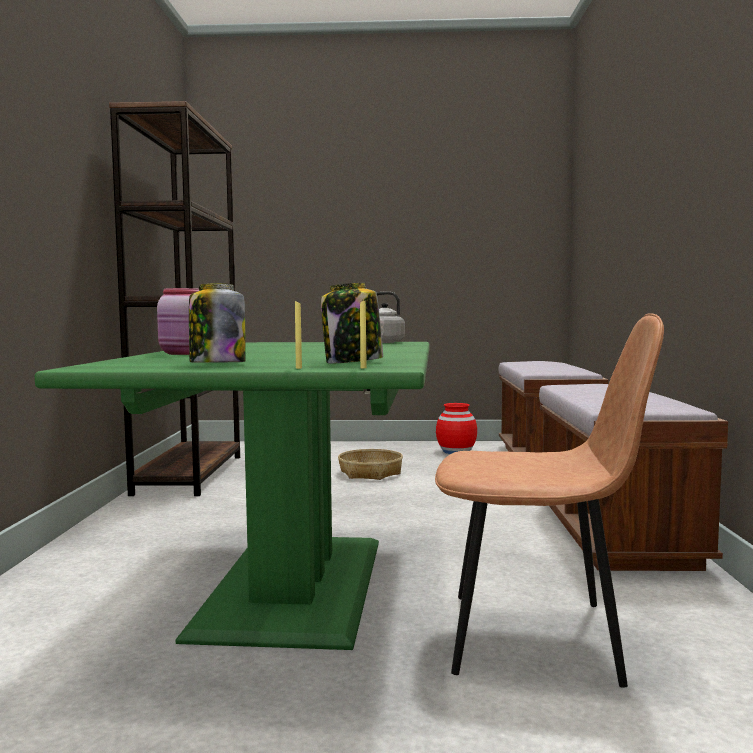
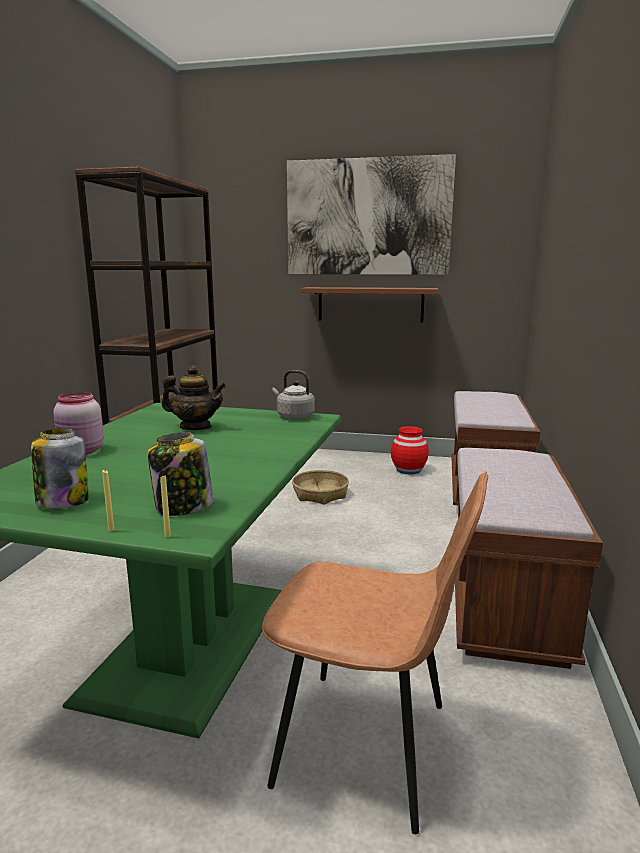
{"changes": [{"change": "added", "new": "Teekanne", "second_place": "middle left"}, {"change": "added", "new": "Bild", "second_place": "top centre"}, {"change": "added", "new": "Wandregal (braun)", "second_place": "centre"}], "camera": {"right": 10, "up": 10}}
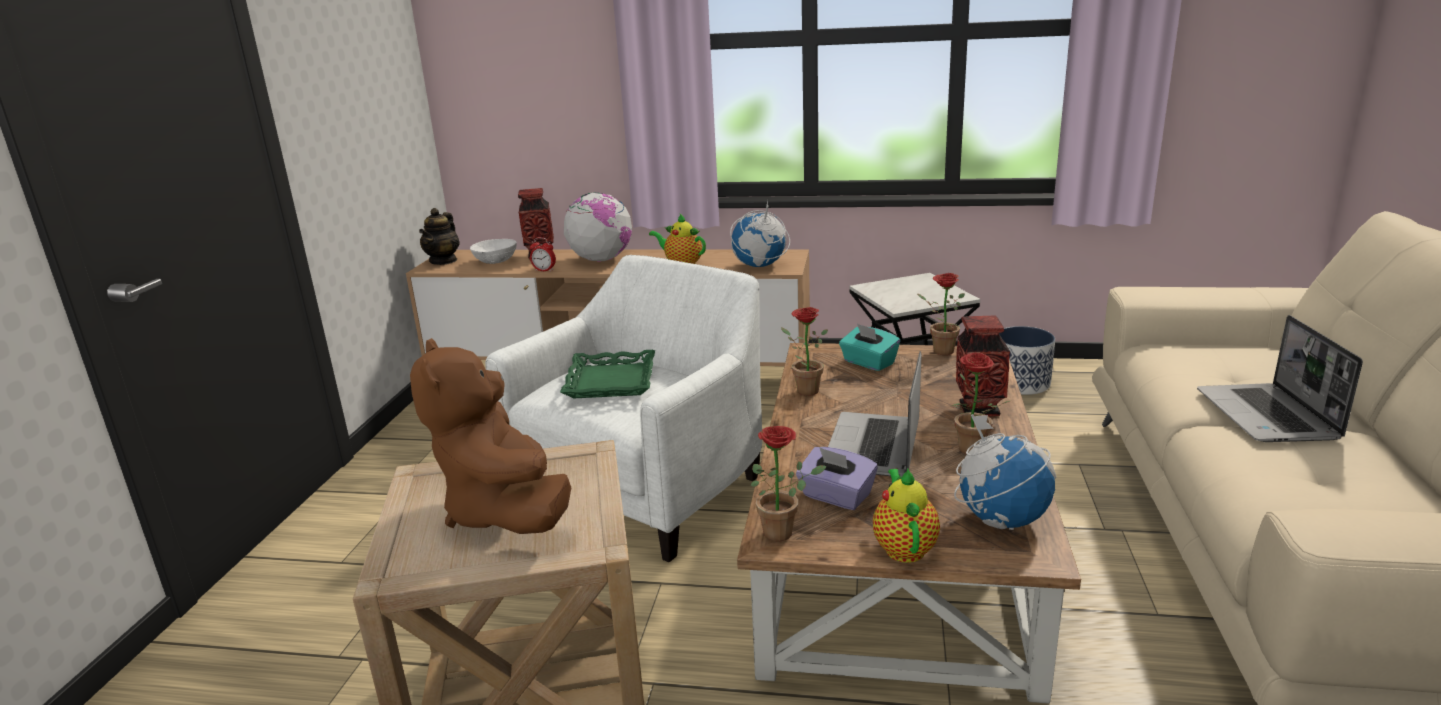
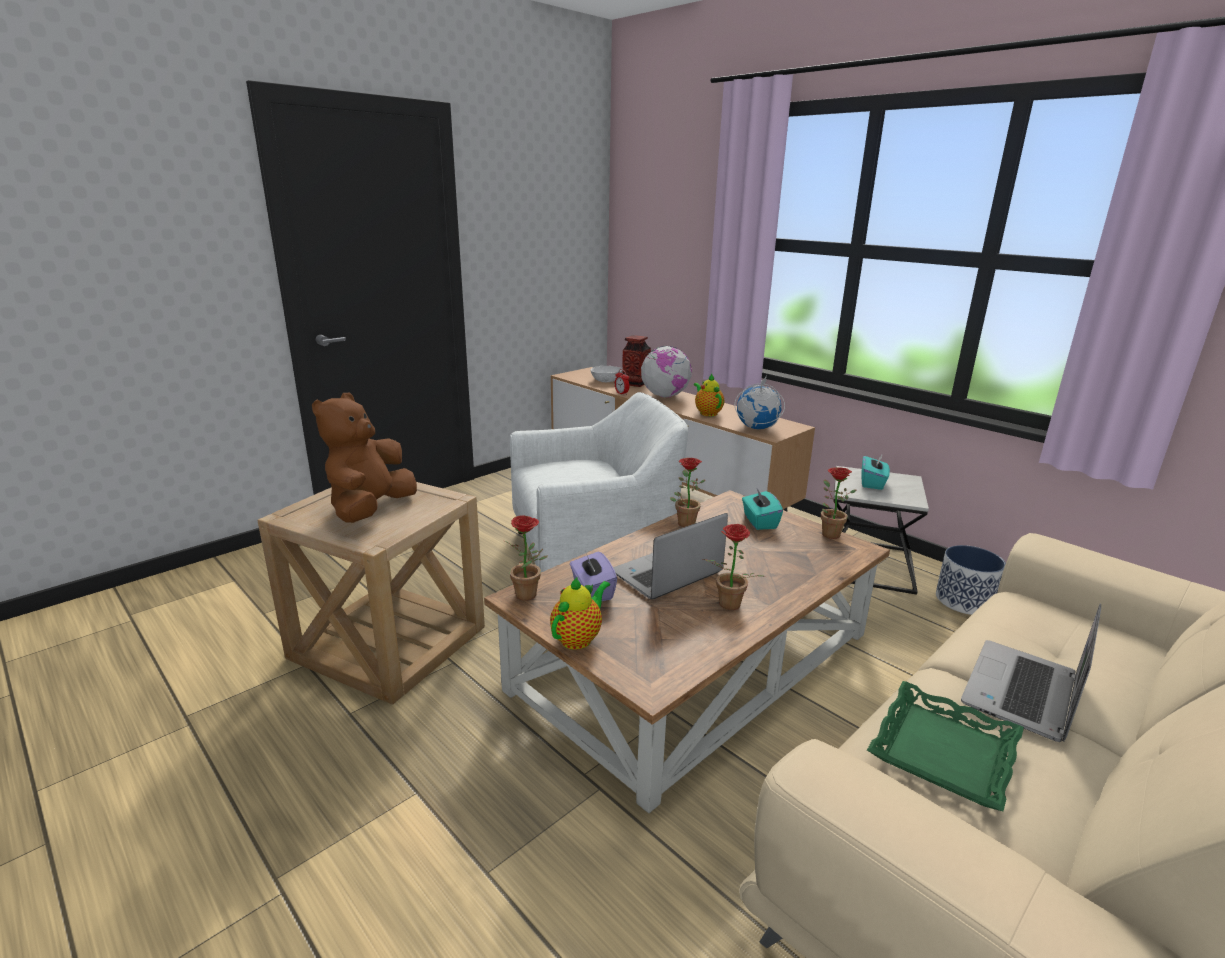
{"changes": [{"change": "added", "new": "Taschentuchbox (türkis) (2nd from left)", "second_place": "middle right"}, {"change": "moved", "old": "Tablett (grün)", "first_place": "centre", "second_place": "bottom right"}, {"change": "removed", "old": "Teekanne (1st from left)", "first_place": "middle left"}, {"change": "removed", "old": "Globus (3rd from left)", "first_place": "bottom right"}, {"change": "removed", "old": "Vase (2nd from left)", "first_place": "middle right"}], "camera": {"right": 35, "up": 0}}
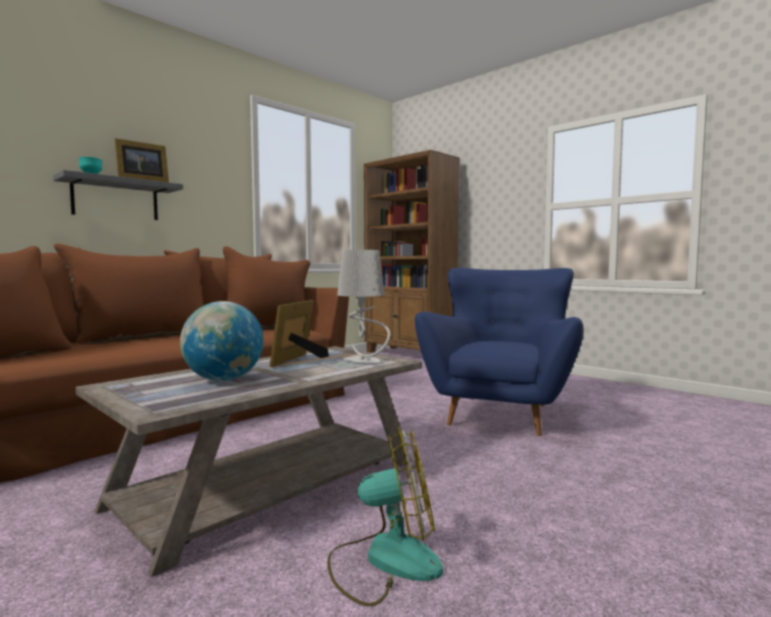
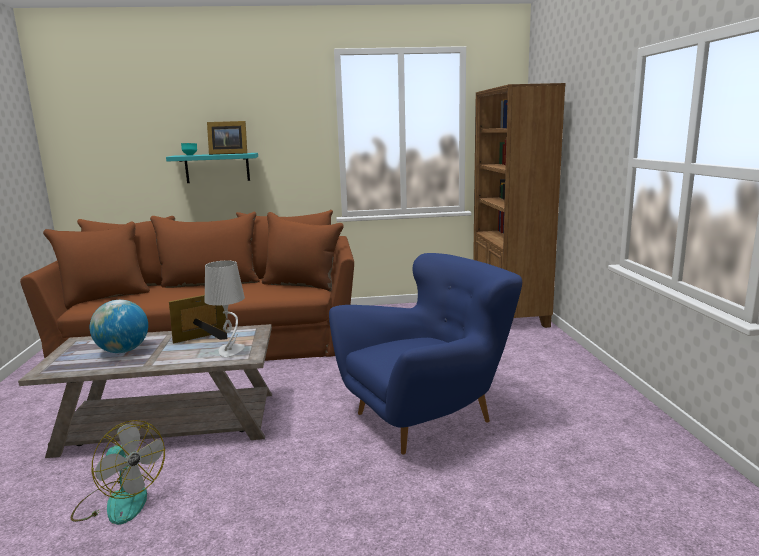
{"changes": [{"change": "recoloured", "old": "Wandregal (grau)", "new": "Wandregal (türkis)", "first_place": "top left", "second_place": "top left"}], "camera": {"right": 40, "up": 10}}
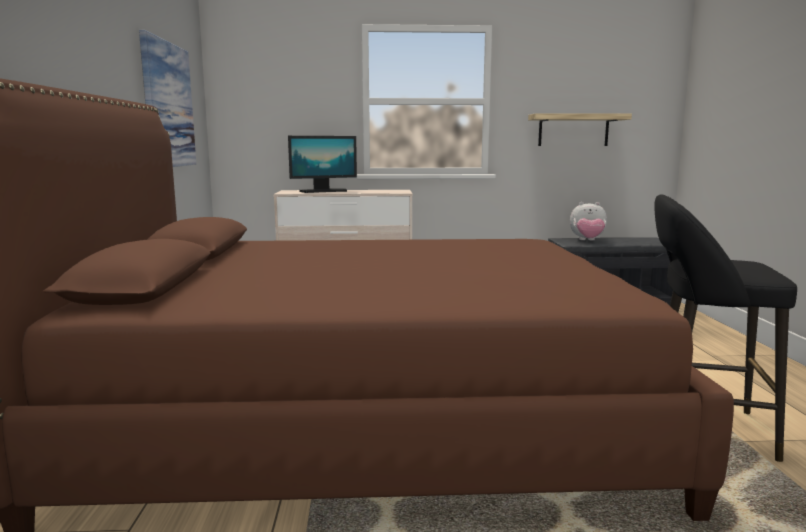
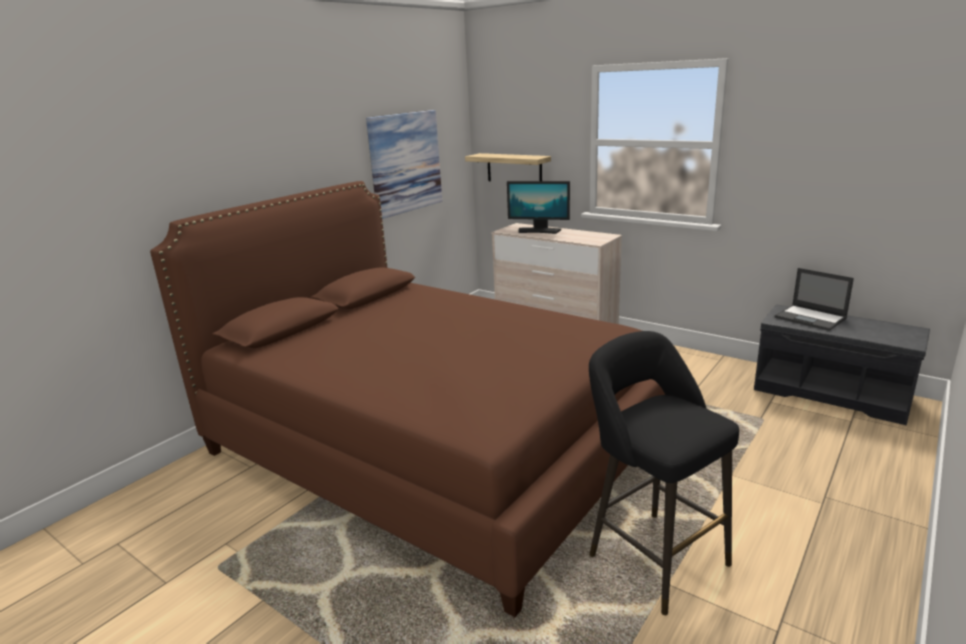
{"changes": [{"change": "moved", "old": "Wandregal", "first_place": "top right", "second_place": "top centre"}, {"change": "replaced", "old": "Plüschtier", "new": "Laptop", "first_place": "middle right", "second_place": "middle right"}], "camera": {"right": 40, "up": 10}}
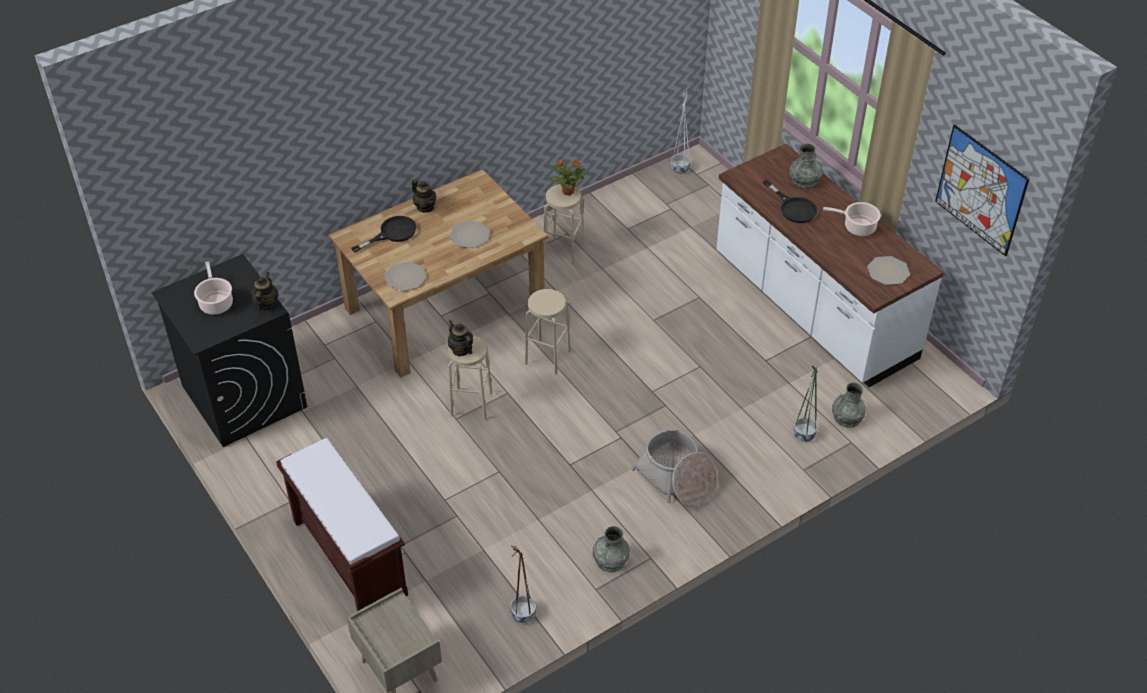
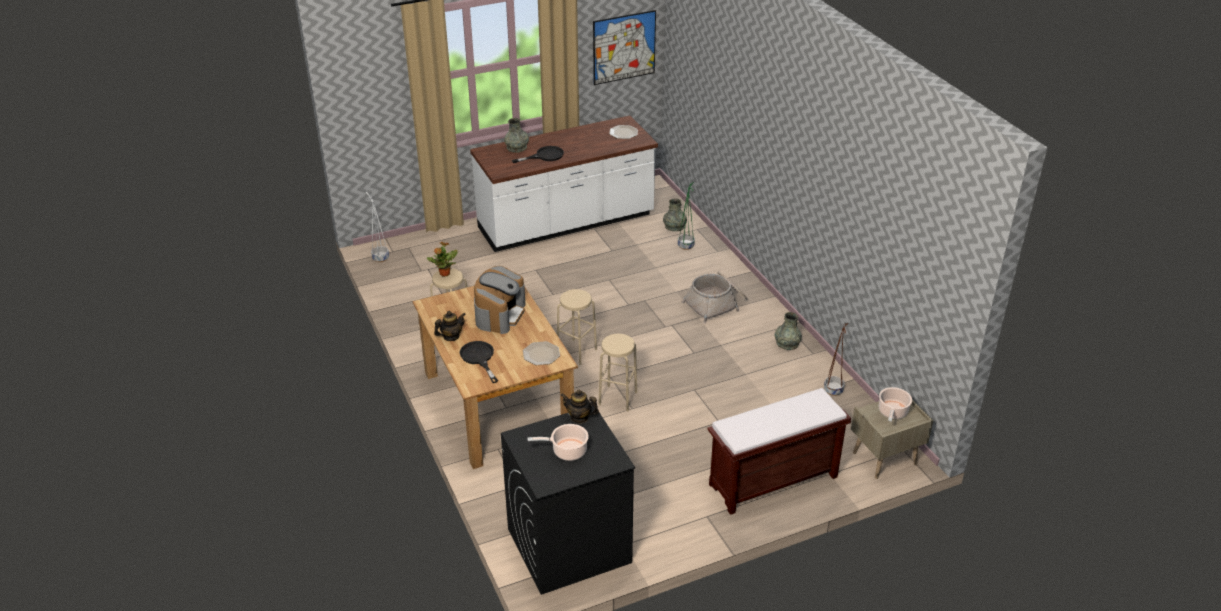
{"changes": [{"change": "replaced", "old": "Teller (2nd from left)", "new": "Kaffeemaschine", "first_place": "centre", "second_place": "centre"}, {"change": "moved", "old": "Kochtopf (2nd from left)", "first_place": "top right", "second_place": "middle right"}, {"change": "removed", "old": "Teekanne (3rd from left)", "first_place": "centre"}], "camera": {"right": -80, "up": -10}}
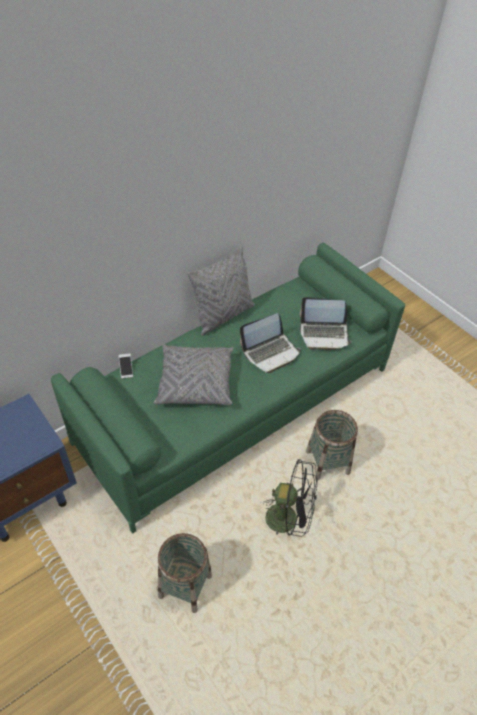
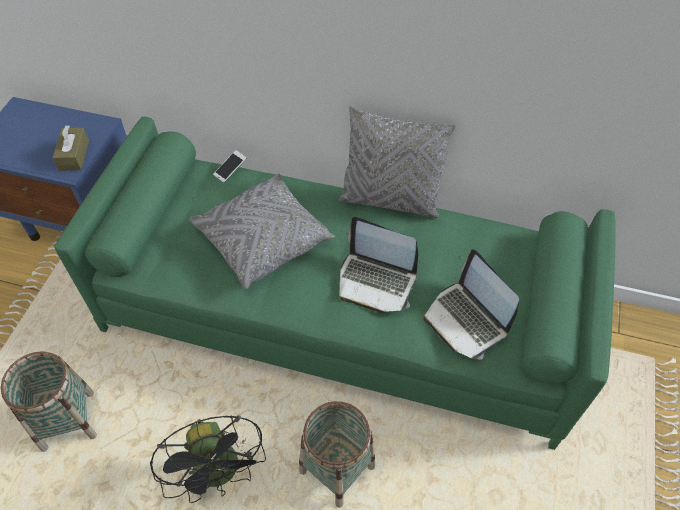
{"changes": [{"change": "added", "new": "Taschentuchbox (braun)", "second_place": "top left"}], "camera": {"right": 55, "up": 5}}
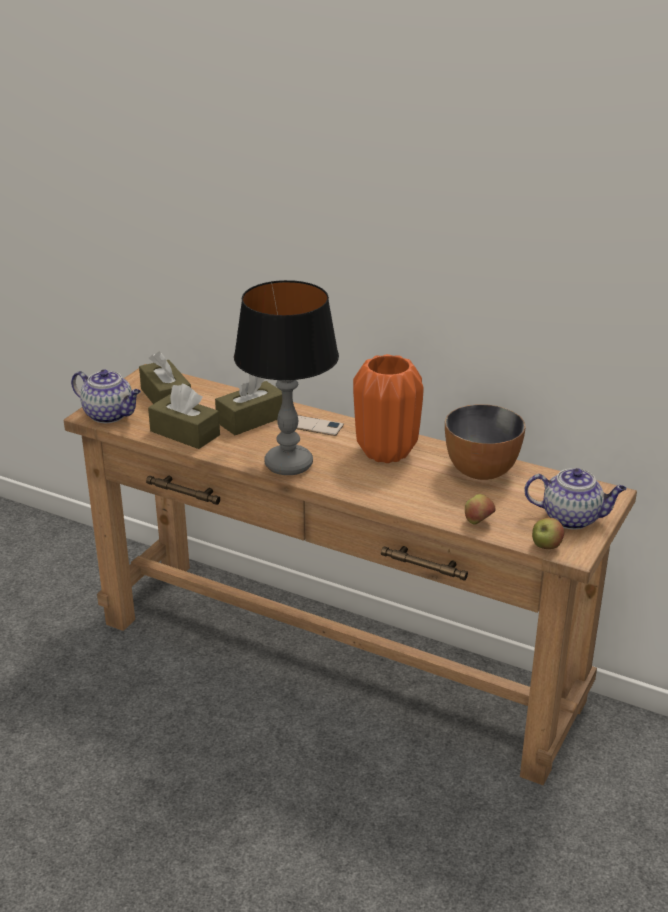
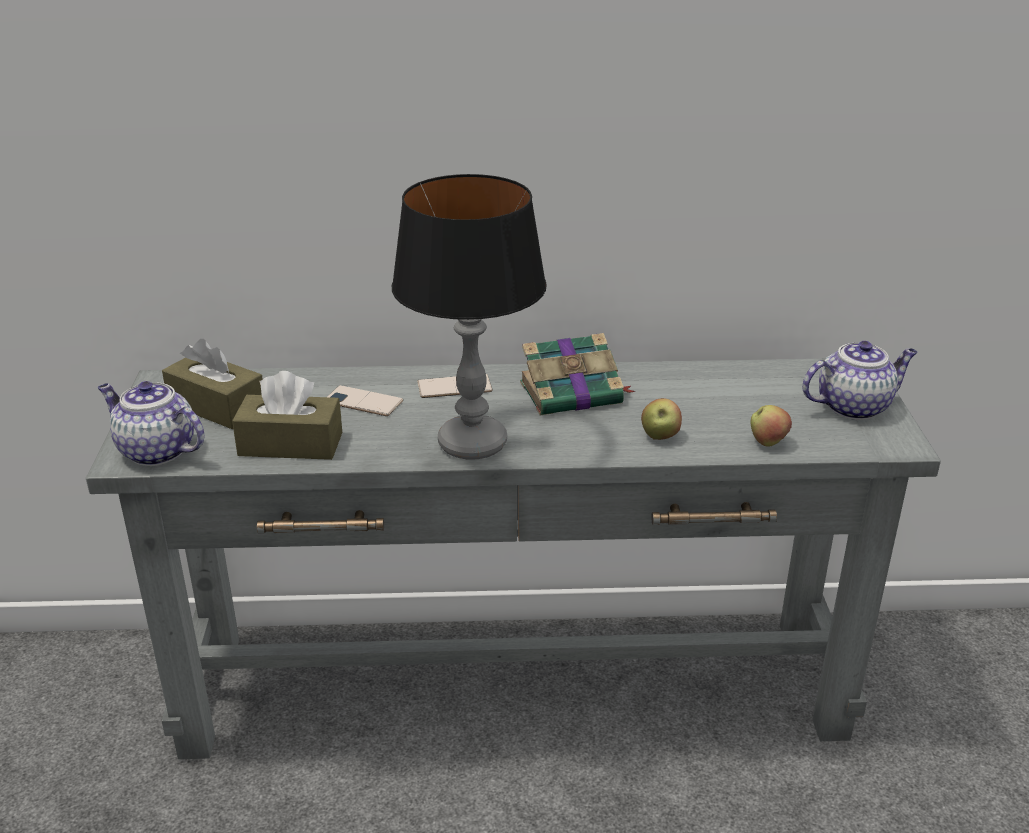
{"changes": [{"change": "recoloured", "old": "Konsolentisch (braun)", "new": "Konsolentisch (grau)", "first_place": "centre", "second_place": "bottom centre"}, {"change": "turned", "old": "Teekanne (1st from left)", "first_place": "middle left", "second_place": "middle left", "degrees": -150}, {"change": "replaced", "old": "Taschentuchbox (braun) (3rd from left)", "new": "Handy (1st from left)", "first_place": "centre", "second_place": "centre"}, {"change": "replaced", "old": "Vase (orange)", "new": "Buch", "first_place": "centre", "second_place": "centre"}, {"change": "moved", "old": "Apfel (2nd from left in the first image)", "new": "Apfel (1st from left)", "first_place": "middle right", "second_place": "centre"}, {"change": "removed", "old": "Schüssel", "first_place": "middle right"}], "camera": {"right": -30, "up": 0}}
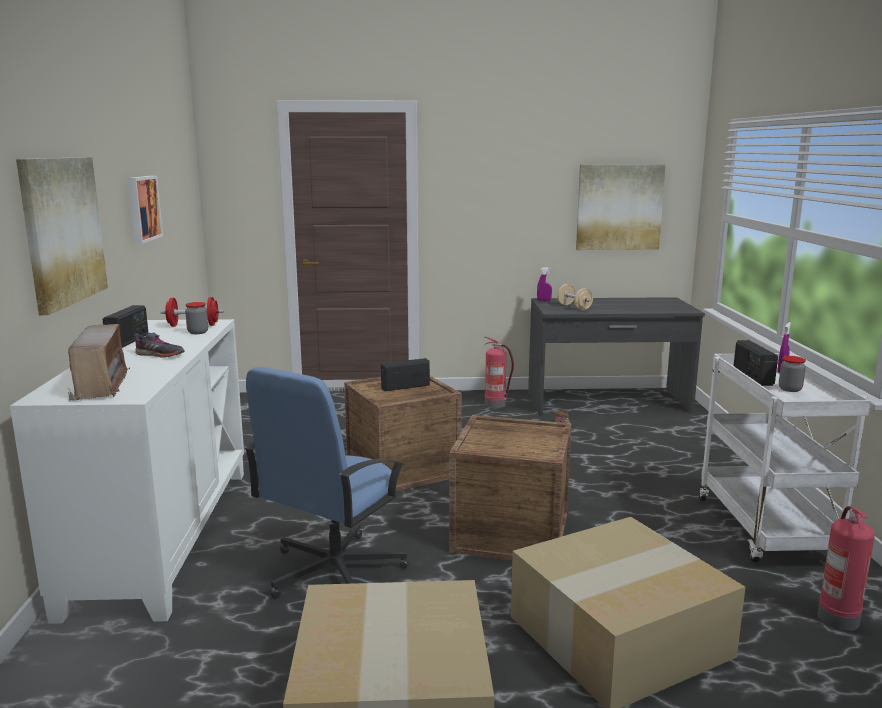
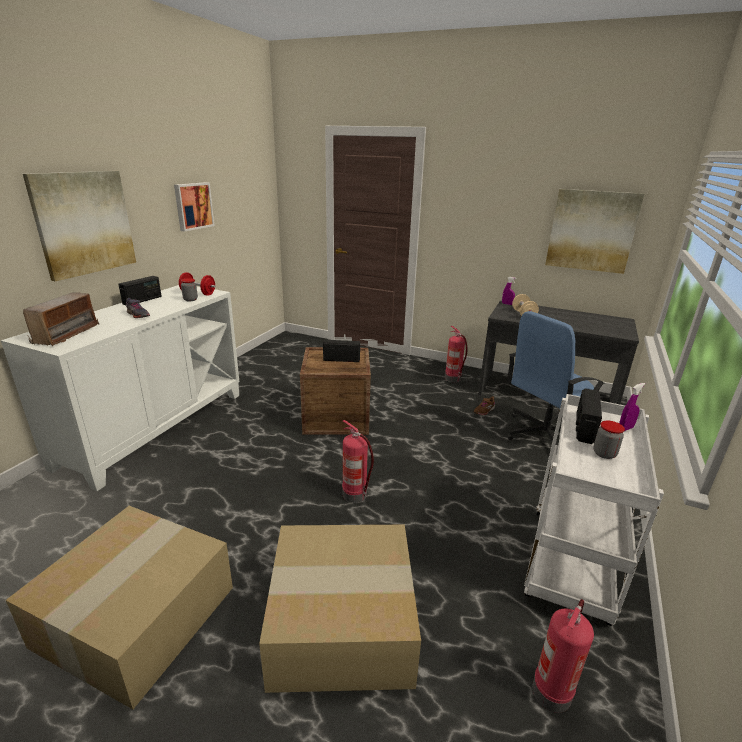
{"changes": [{"change": "replaced", "old": "Kiste (2nd from left)", "new": "Feuerlöscher (1st from left)", "first_place": "bottom centre", "second_place": "centre"}, {"change": "moved", "old": "Bürostuhl (blau)", "first_place": "bottom centre", "second_place": "middle right"}], "camera": {"right": 25, "up": 10}}
